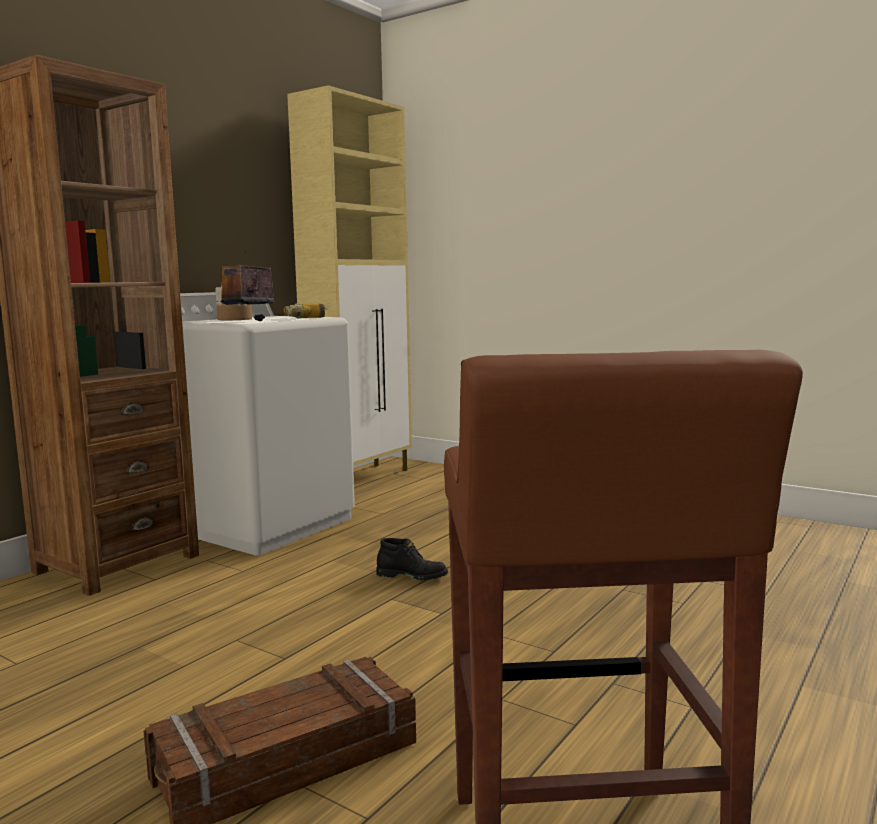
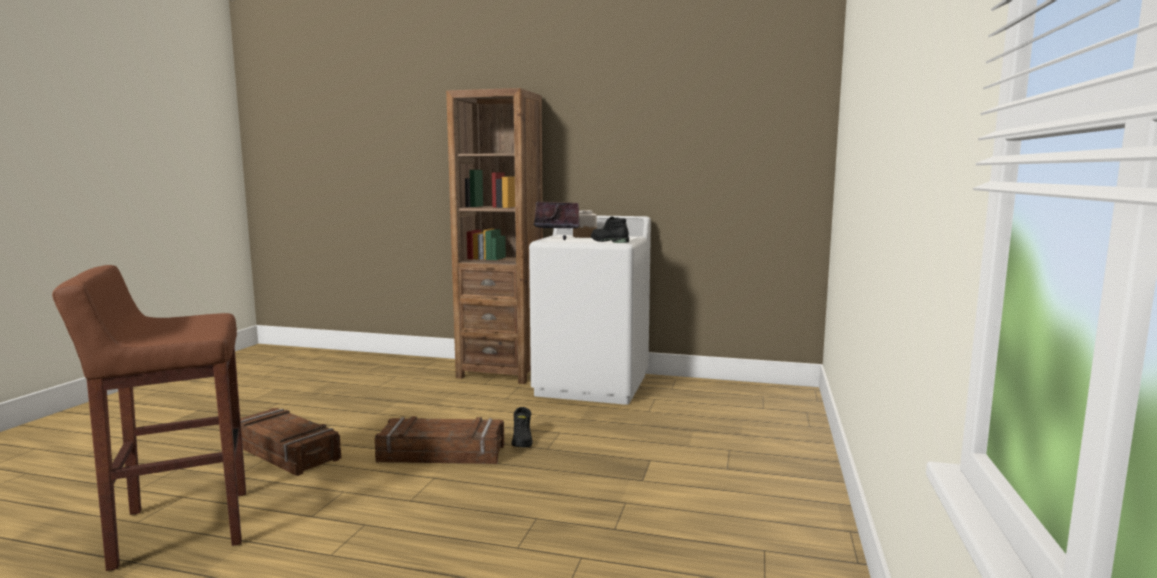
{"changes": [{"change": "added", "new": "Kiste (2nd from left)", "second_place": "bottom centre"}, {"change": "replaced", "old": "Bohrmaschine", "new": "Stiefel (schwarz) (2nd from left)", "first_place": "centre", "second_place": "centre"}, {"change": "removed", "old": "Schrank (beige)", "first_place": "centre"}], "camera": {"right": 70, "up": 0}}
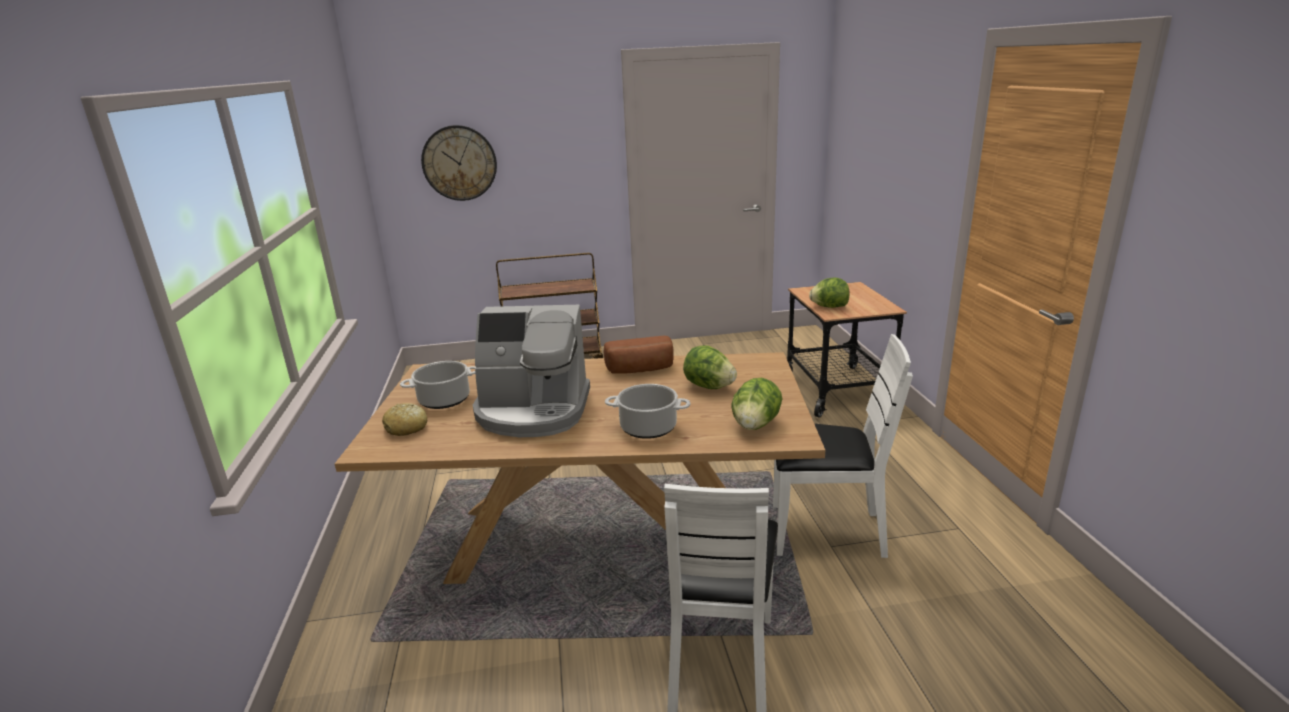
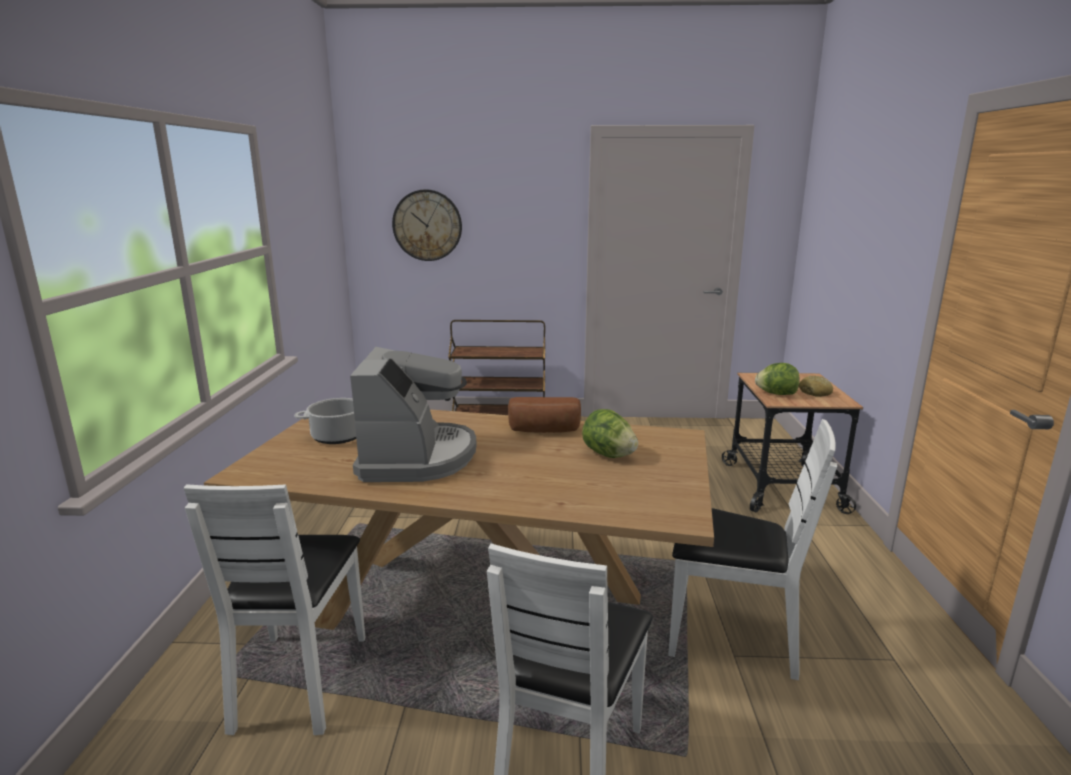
{"changes": [{"change": "added", "new": "Stuhl (weiß) (1st from left)", "second_place": "bottom left"}, {"change": "turned", "old": "Kaffeemaschine", "first_place": "centre", "second_place": "centre", "degrees": -105}, {"change": "moved", "old": "Brot (1st from left in the first image)", "new": "Brot (2nd from left)", "first_place": "middle left", "second_place": "middle right"}, {"change": "removed", "old": "Kochtopf (2nd from left)", "first_place": "centre"}, {"change": "removed", "old": "Salatkopf (2nd from left)", "first_place": "centre"}], "camera": {"right": 10, "up": -5}}
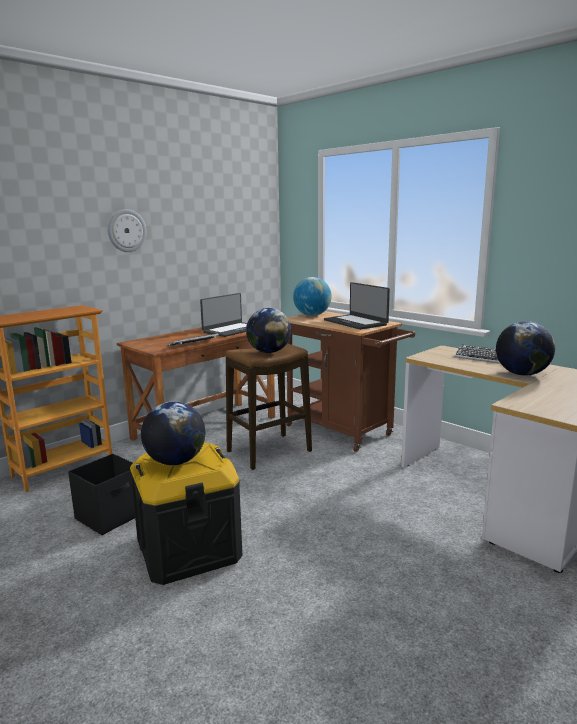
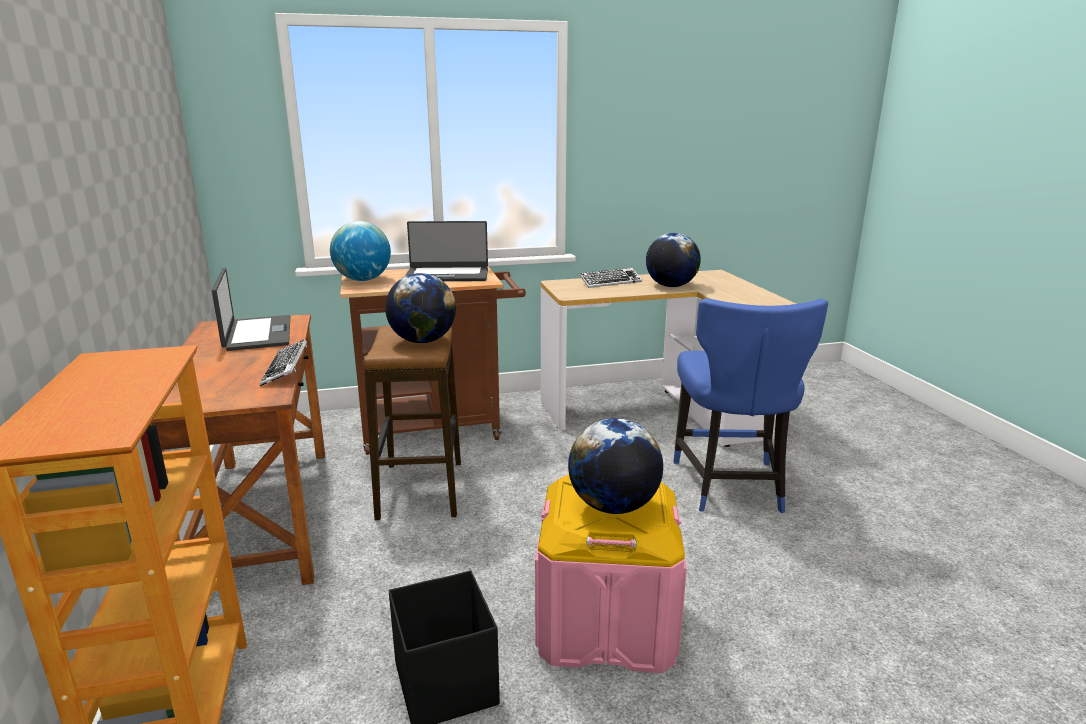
{"changes": [{"change": "recoloured", "old": "Aufbewahrungsbox (schwarz) (2nd from left)", "new": "Aufbewahrungsbox (rosa)", "first_place": "bottom left", "second_place": "bottom centre"}, {"change": "added", "new": "Stuhl (blau)", "second_place": "middle right"}, {"change": "removed", "old": "Wanduhr", "first_place": "top left"}], "camera": {"right": -60, "up": 5}}
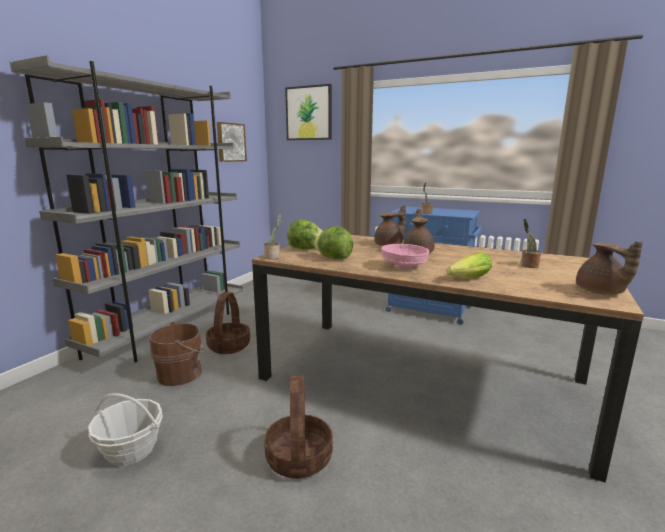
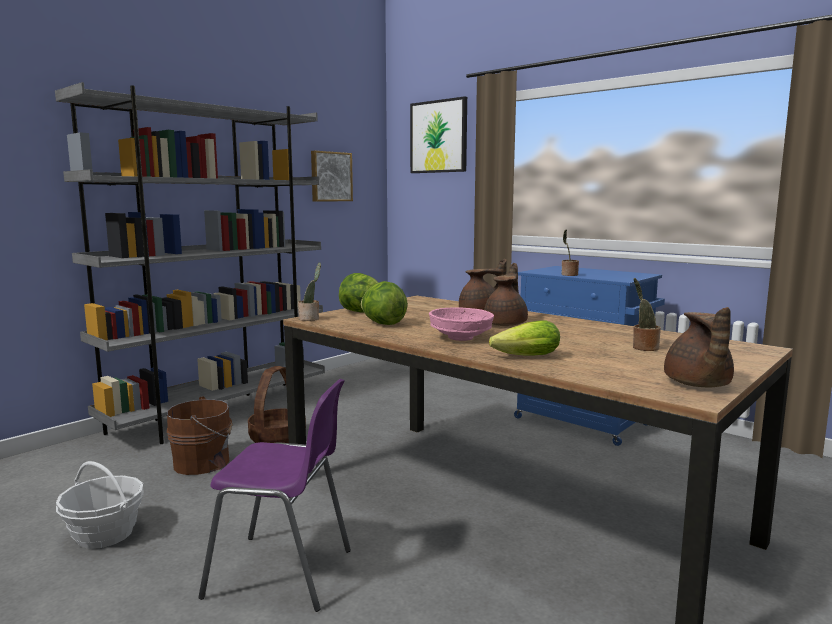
{"changes": [{"change": "replaced", "old": "Korb (3rd from left)", "new": "Stuhl (lila)", "first_place": "bottom centre", "second_place": "bottom left"}], "camera": {"right": 15, "up": -5}}
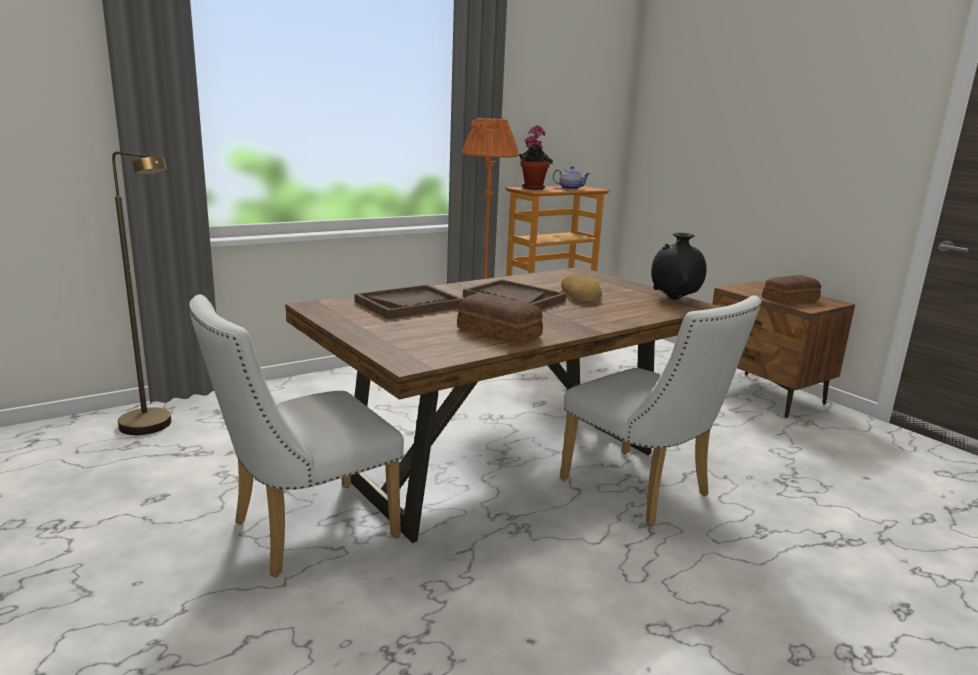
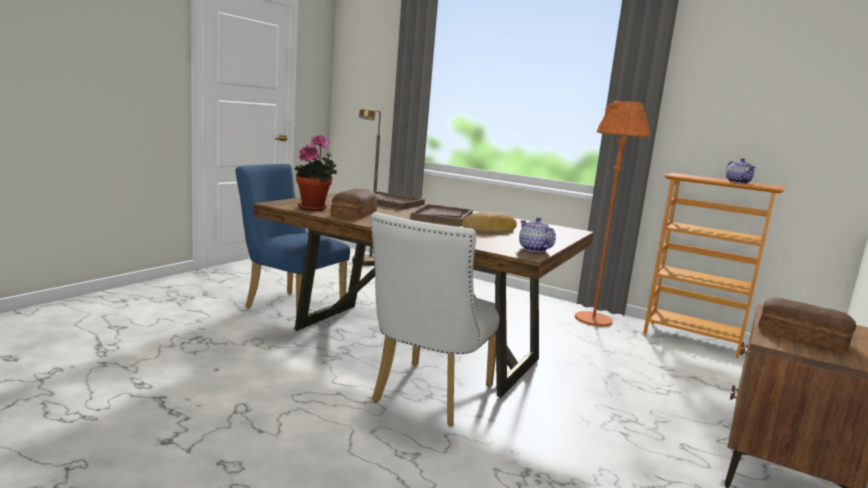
{"changes": [{"change": "recoloured", "old": "Stuhl (weiß) (1st from left)", "new": "Stuhl (blau)", "first_place": "middle left", "second_place": "centre"}, {"change": "moved", "old": "Topfpflanze", "first_place": "top centre", "second_place": "centre"}, {"change": "replaced", "old": "Vase (schwarz)", "new": "Teekanne (1st from left)", "first_place": "middle right", "second_place": "centre"}], "camera": {"right": 65, "up": -5}}
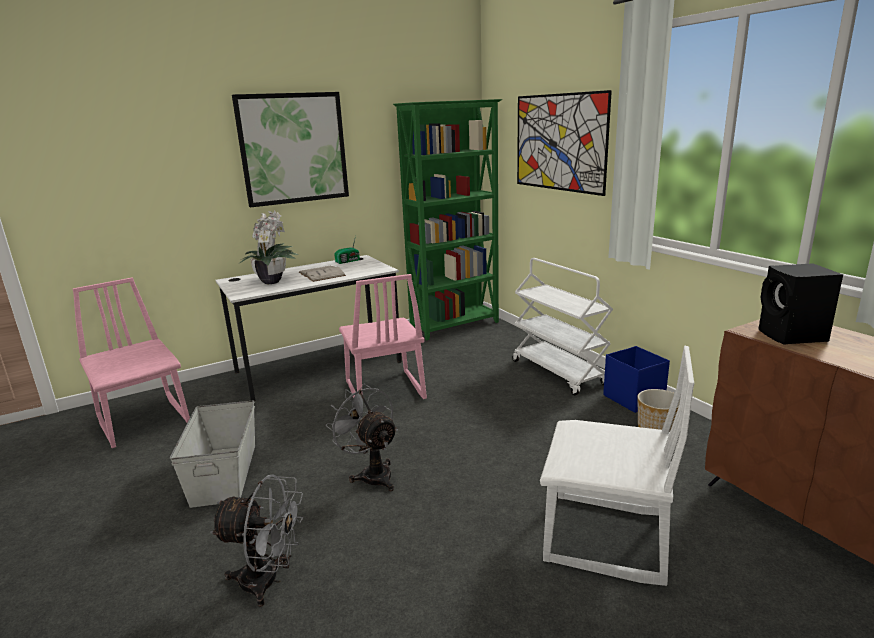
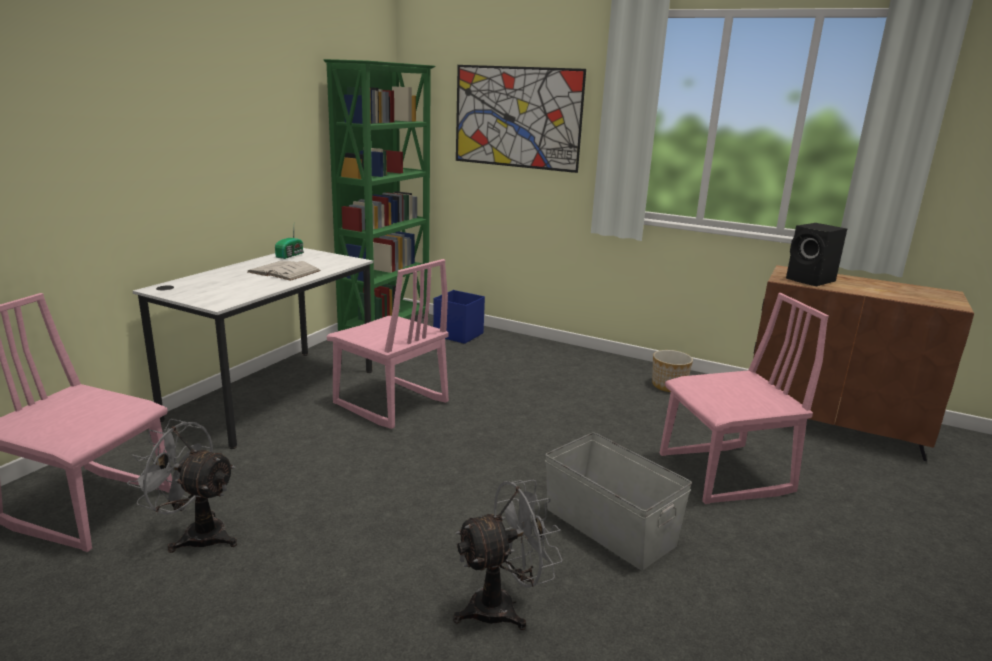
{"changes": [{"change": "moved", "old": "Ventilator (grau) (2nd from left in the first image)", "new": "Ventilator (grau) (1st from left)", "first_place": "bottom centre", "second_place": "bottom left"}, {"change": "moved", "old": "Aufbewahrungsbox (blau)", "first_place": "middle right", "second_place": "centre"}, {"change": "moved", "old": "Aufbewahrungsbox (grau)", "first_place": "bottom left", "second_place": "bottom centre"}, {"change": "recoloured", "old": "Stuhl (weiß)", "new": "Stuhl (rosa) (3rd from left)", "first_place": "bottom right", "second_place": "middle right"}, {"change": "removed", "old": "Bild (1st from left)", "first_place": "top left"}, {"change": "removed", "old": "Topfpflanze", "first_place": "middle left"}, {"change": "removed", "old": "Rollwagen (weiß)", "first_place": "centre"}], "camera": {"right": -35, "up": 0}}
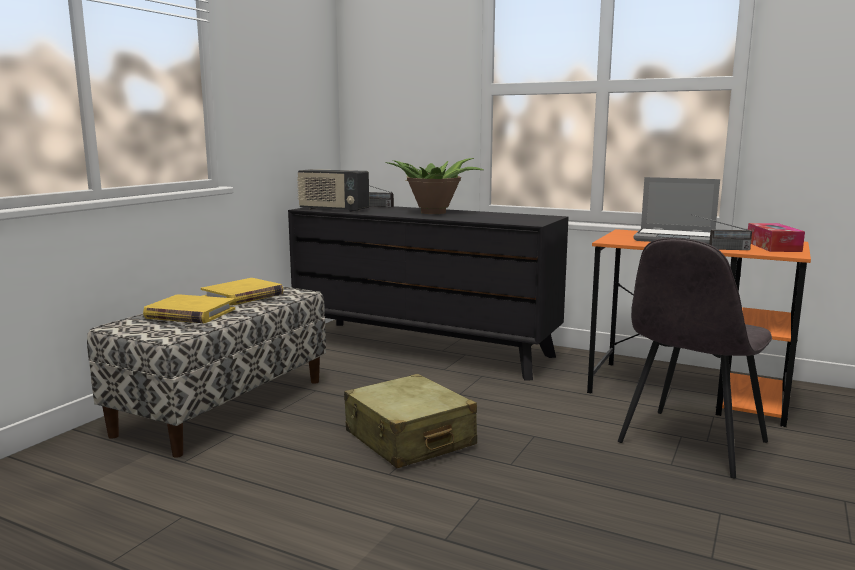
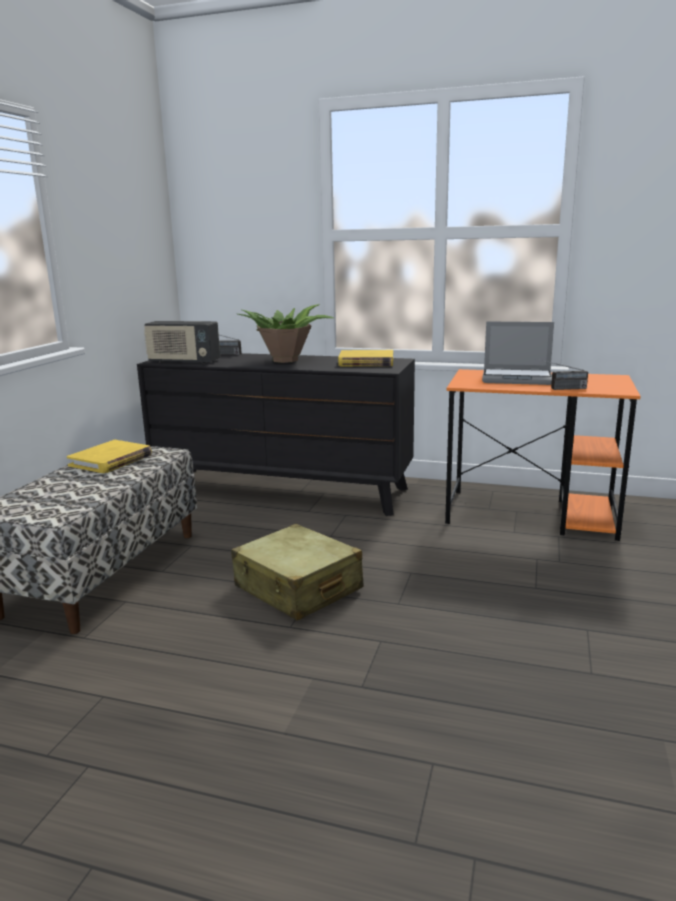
{"changes": [{"change": "moved", "old": "Buch (gelb) (1st from left in the first image)", "new": "Buch (gelb) (2nd from left)", "first_place": "middle left", "second_place": "centre"}, {"change": "removed", "old": "Stuhl (grau)", "first_place": "middle right"}, {"change": "removed", "old": "Taschentuchbox", "first_place": "middle right"}], "camera": {"right": -10, "up": 5}}
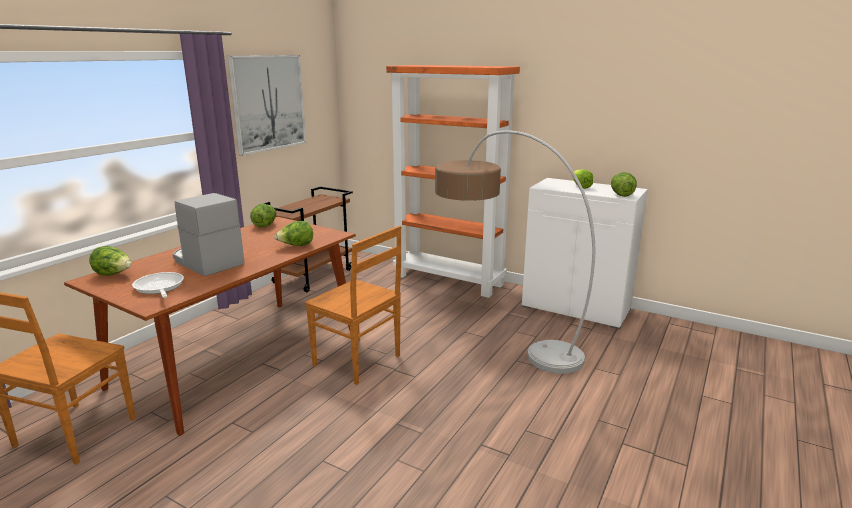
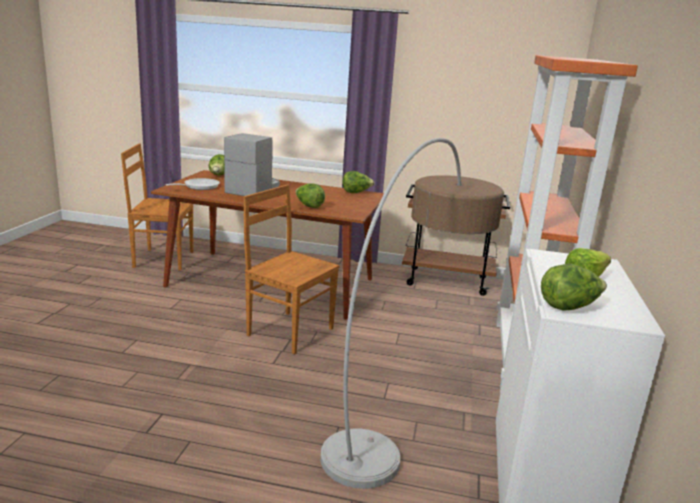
{"changes": [{"change": "turned", "old": "Stuhl (braun) (2nd from left)", "first_place": "centre", "second_place": "centre", "degrees": 105}, {"change": "removed", "old": "Bild", "first_place": "top left"}], "camera": {"right": 70, "up": 0}}
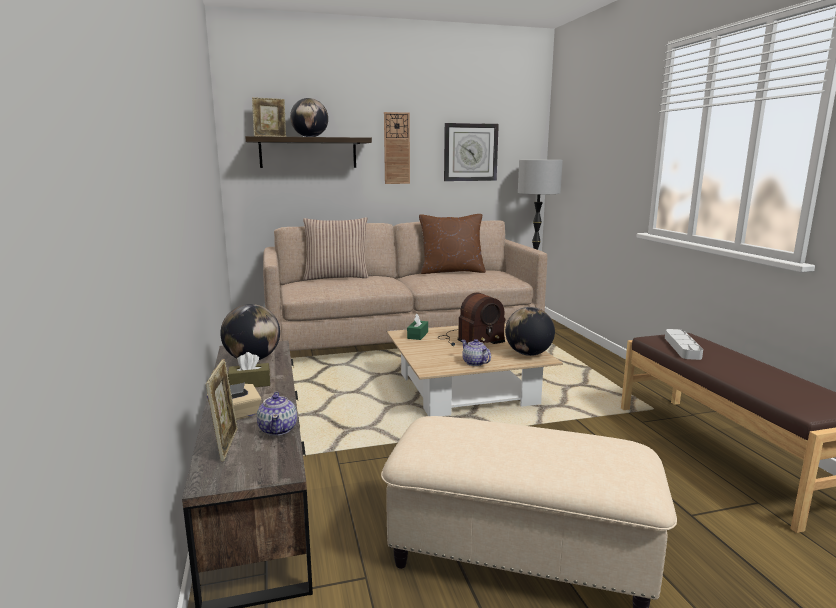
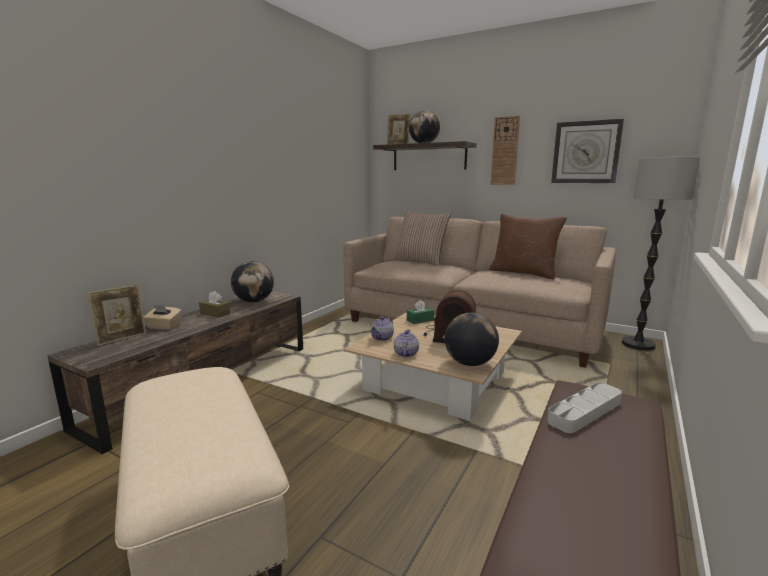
{"changes": [{"change": "moved", "old": "Teekanne (1st from left)", "first_place": "bottom left", "second_place": "centre"}], "camera": {"right": 45, "up": 0}}
